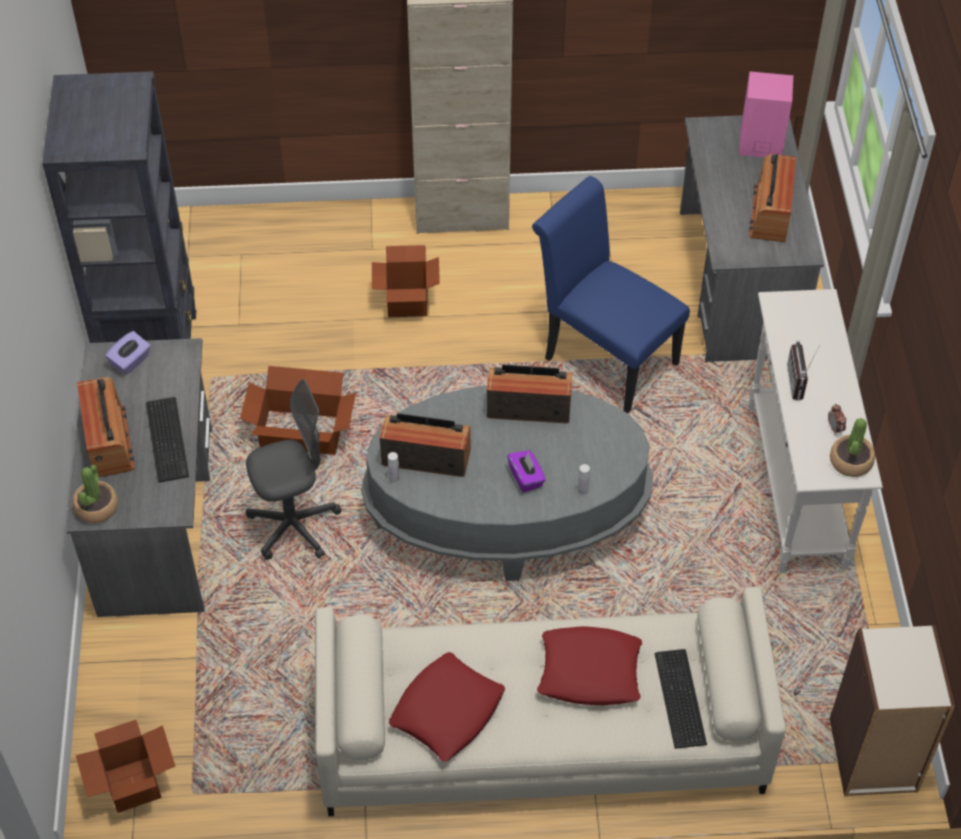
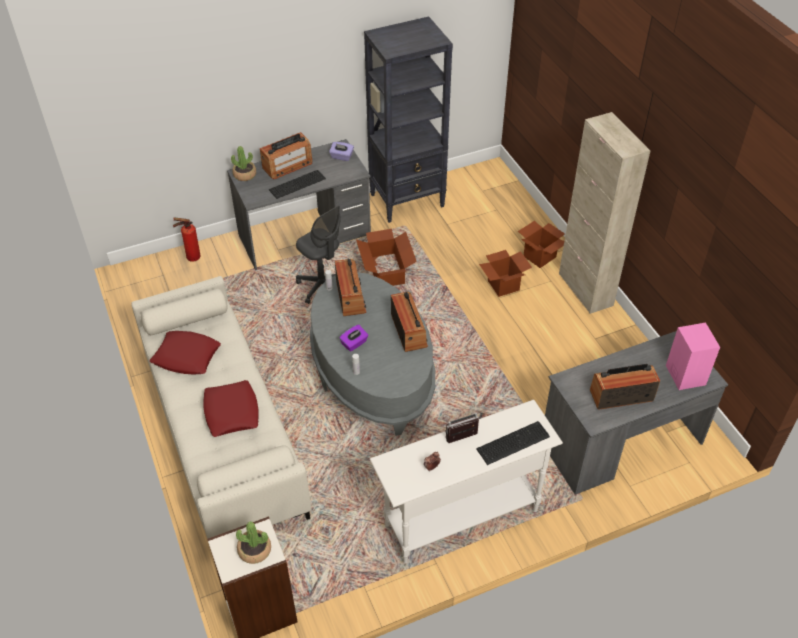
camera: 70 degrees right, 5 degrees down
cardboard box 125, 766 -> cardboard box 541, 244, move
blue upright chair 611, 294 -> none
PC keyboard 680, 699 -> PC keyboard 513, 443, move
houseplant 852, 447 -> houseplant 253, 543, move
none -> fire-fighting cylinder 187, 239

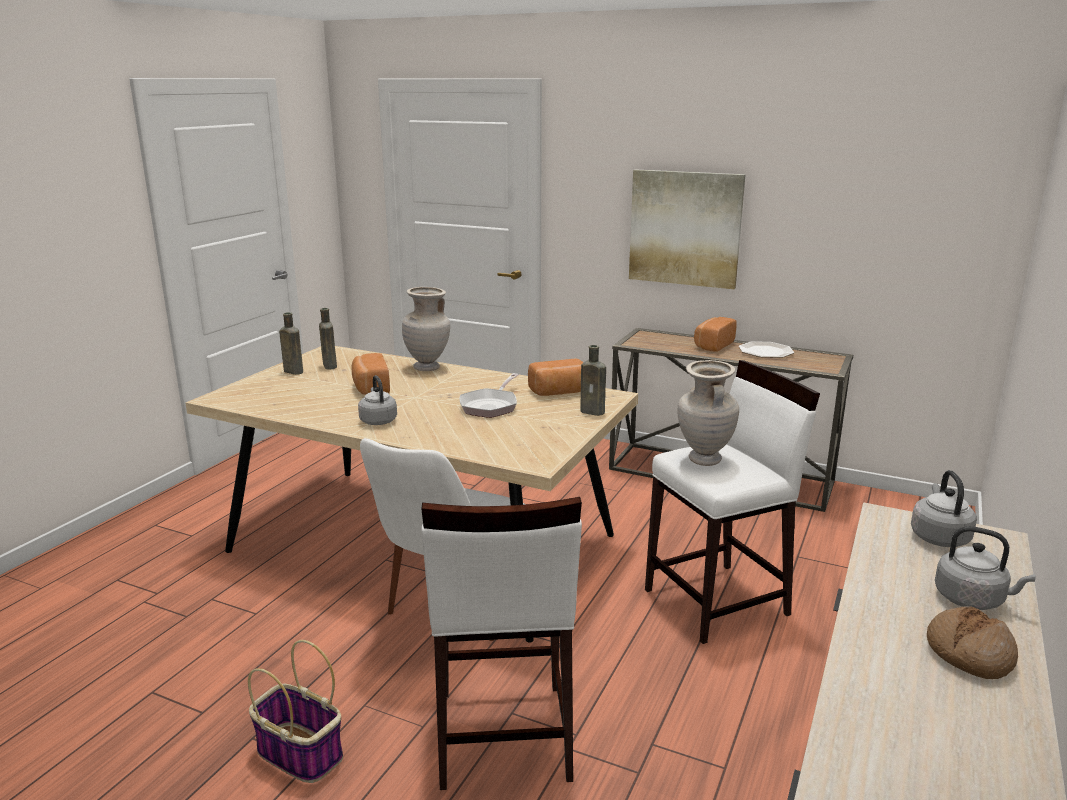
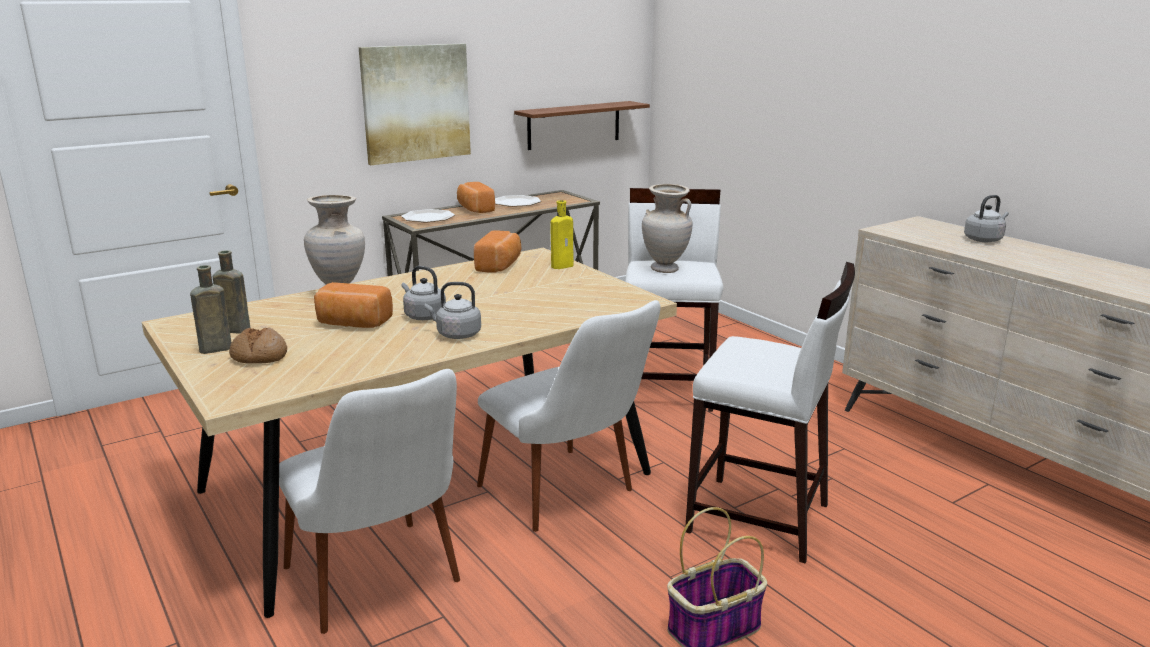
camera: 60 degrees left, 0 degrees up
skillet 489, 395 -> none
brown-coloured drink bottle 593, 380 -> yellow drink bottle 562, 234
gray tea kettle 944, 508 -> gray tea kettle 424, 293, move
bread 972, 642 -> bread 258, 346, move
none -> white-coloured upright chair 369, 501
none -> plate 428, 215
none -> brown-coloured wall shelf 582, 125

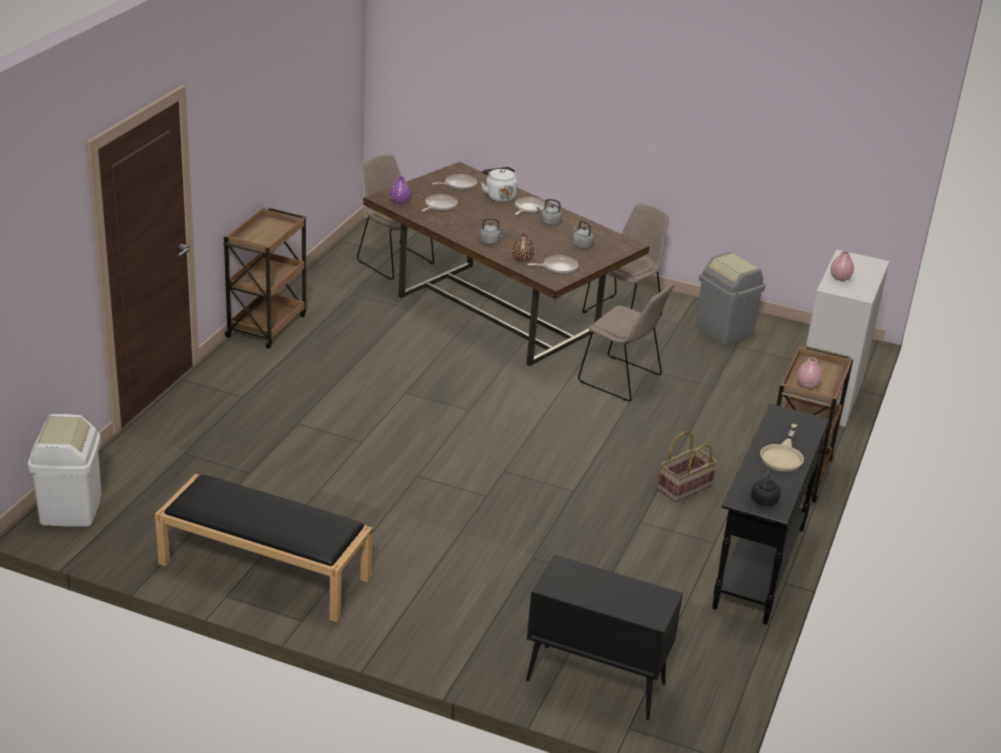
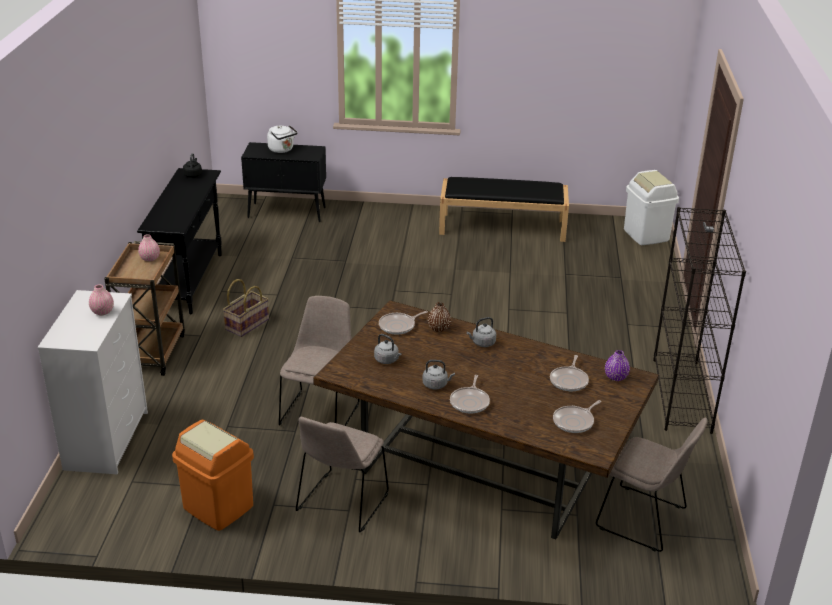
camera: 165 degrees right, 0 degrees up
brown-coloured trolley 264, 278 -> black-coloured shelving unit 699, 320
white-coloured tea kettle 499, 185 -> white-coloured tea kettle 282, 139, move
beige-coloured upright chair 626, 342 -> beige-coloured upright chair 319, 361, 90 degrees clockwise
gray trash can 730, 298 -> orange trash can 213, 475
beige-coloured skillet 782, 448 -> none

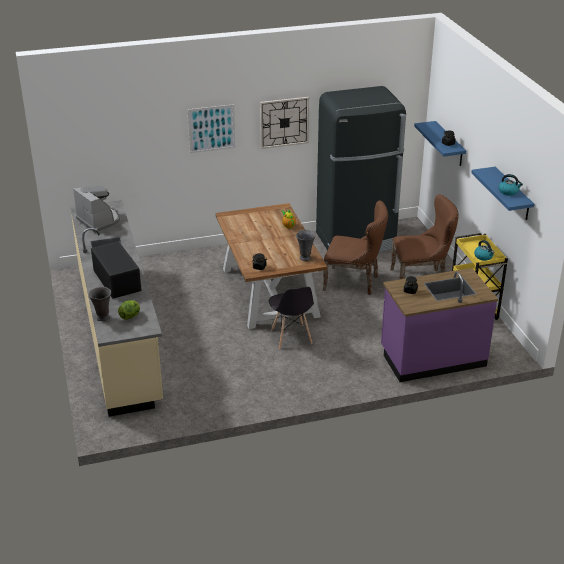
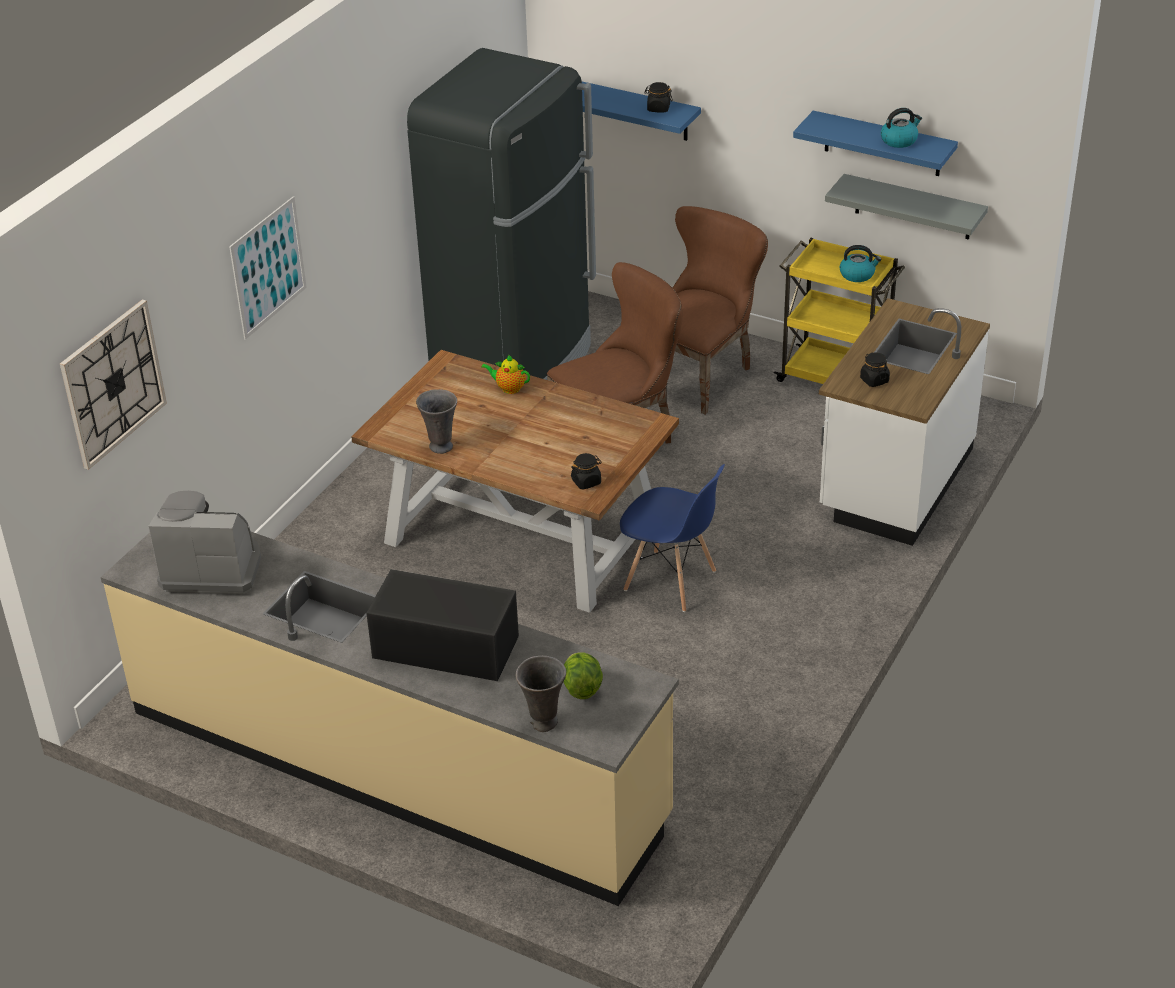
camera: 45 degrees left, 5 degrees up
clock on the wall 284, 123 -> clock on the wall 113, 384, move
gray upright chair 291, 318 -> blue upright chair 672, 538
gray flower vase 306, 245 -> gray flower vase 436, 421, move
purple kitchen counter 439, 325 -> white-coloured kitchen counter 904, 422
none -> gray wall shelf 906, 207

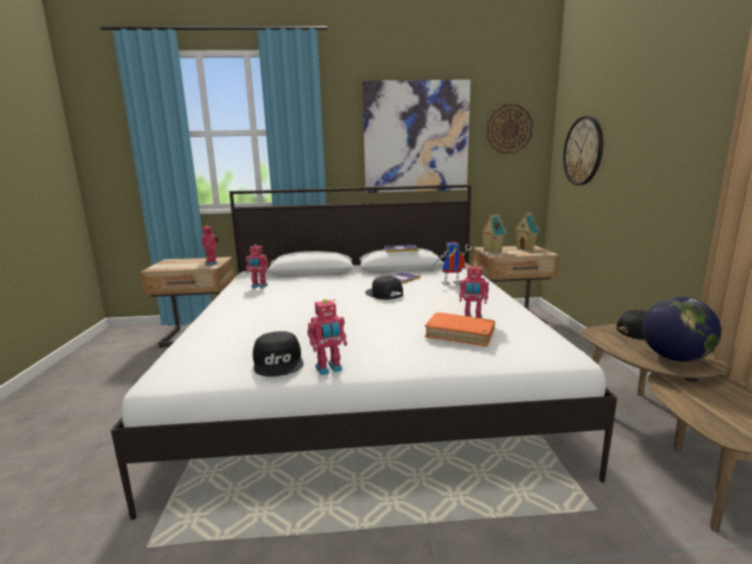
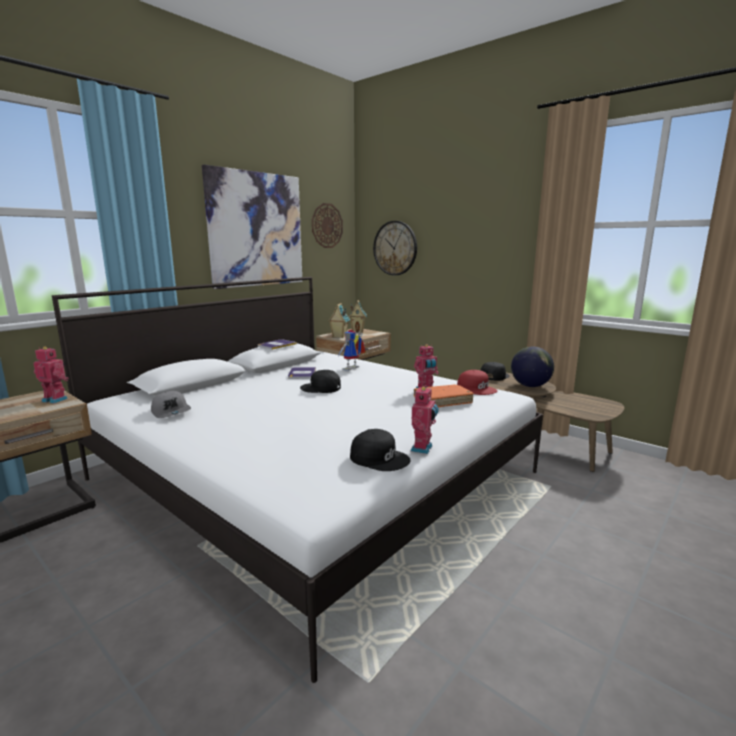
camera: 45 degrees left, 0 degrees up
toy robot 257, 266 -> gray peaked cap 171, 404
none -> red-coloured peaked cap 477, 382

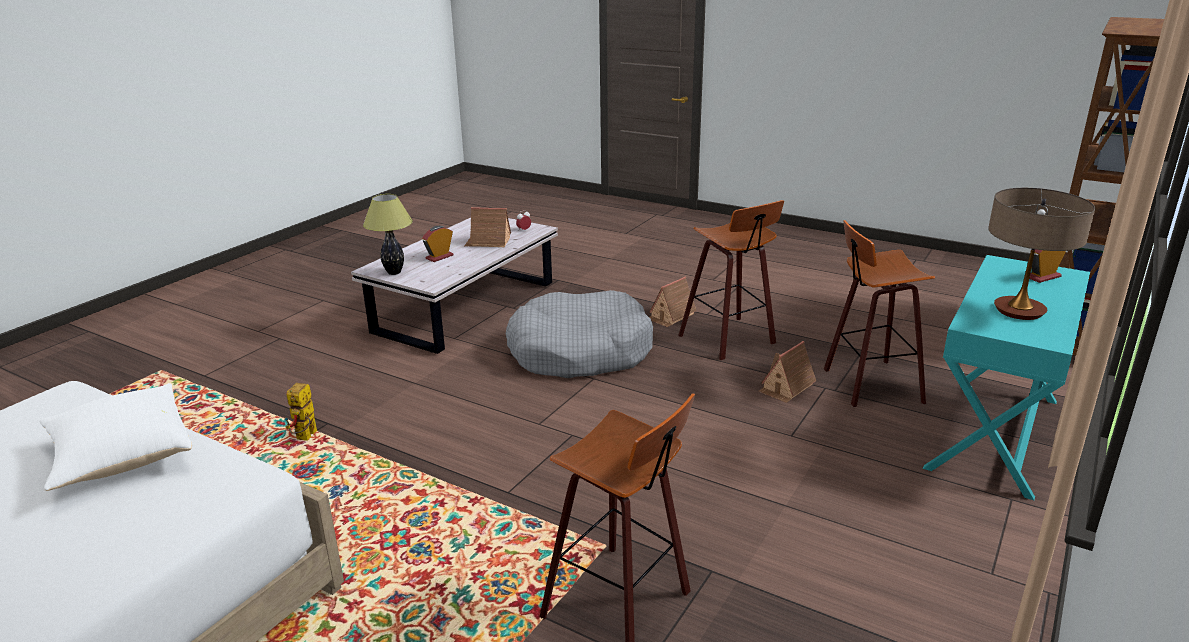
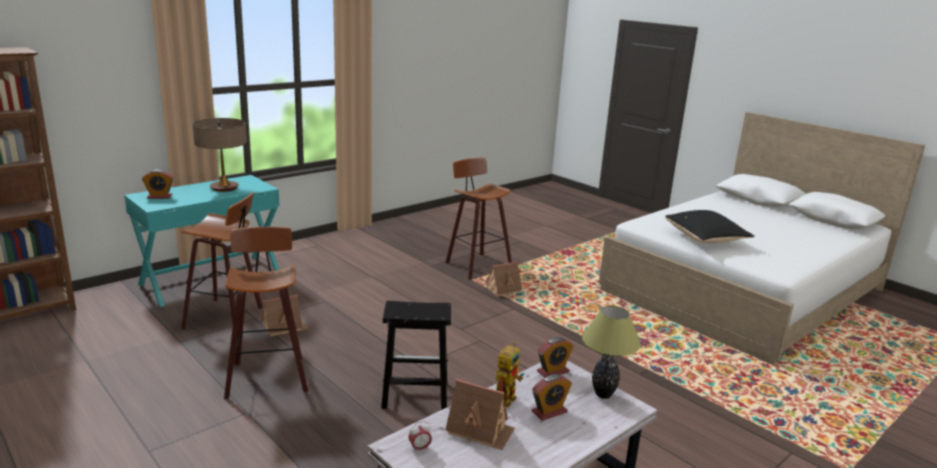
camera: 165 degrees left, 5 degrees down
white-coloured cushion 115, 437 -> black-coloured cushion 710, 226
toy robot 301, 412 -> toy robot 510, 375, move
gray pet bed 579, 334 -> black-coloured stool 416, 355
model house 673, 302 -> model house 503, 279, move
none -> bedside clock 555, 357

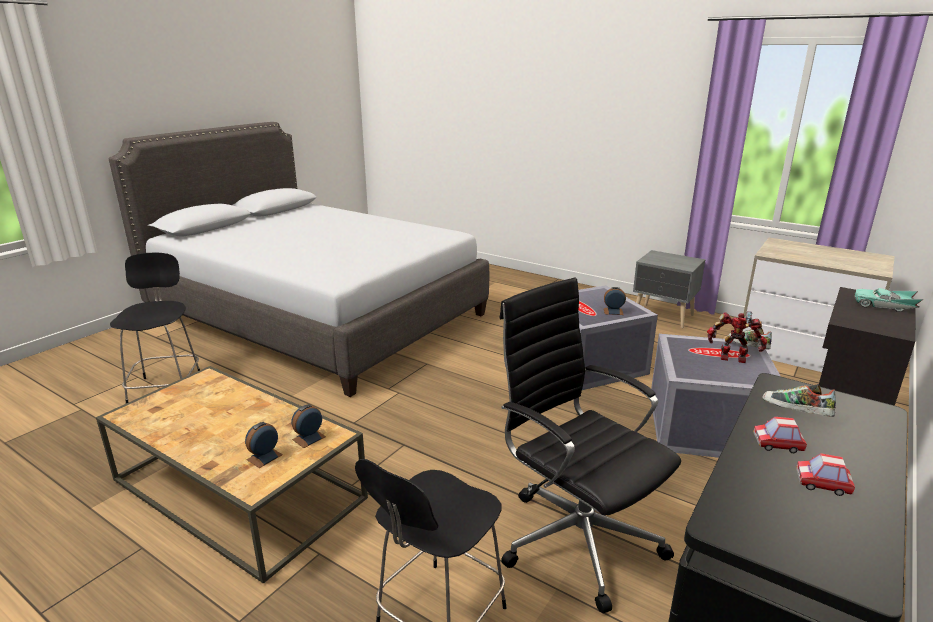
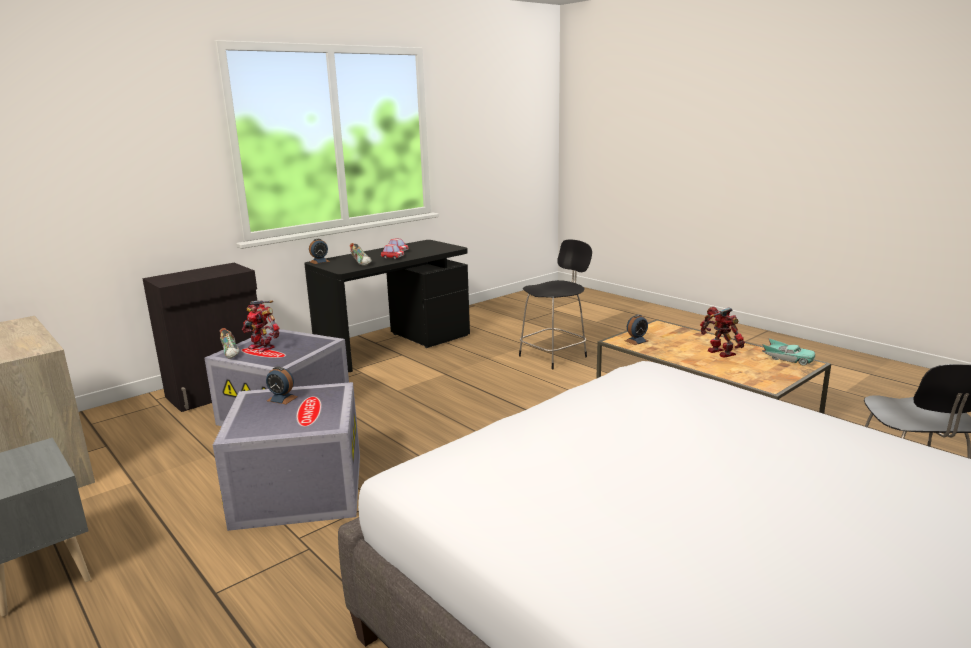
camera: 165 degrees left, 5 degrees down
bedside clock 264, 445 -> bedside clock 319, 251, move
black-coloured computer chair 590, 446 -> none
blue-green miniature car 889, 300 -> blue-green miniature car 788, 352, move
none -> toy robot 722, 332

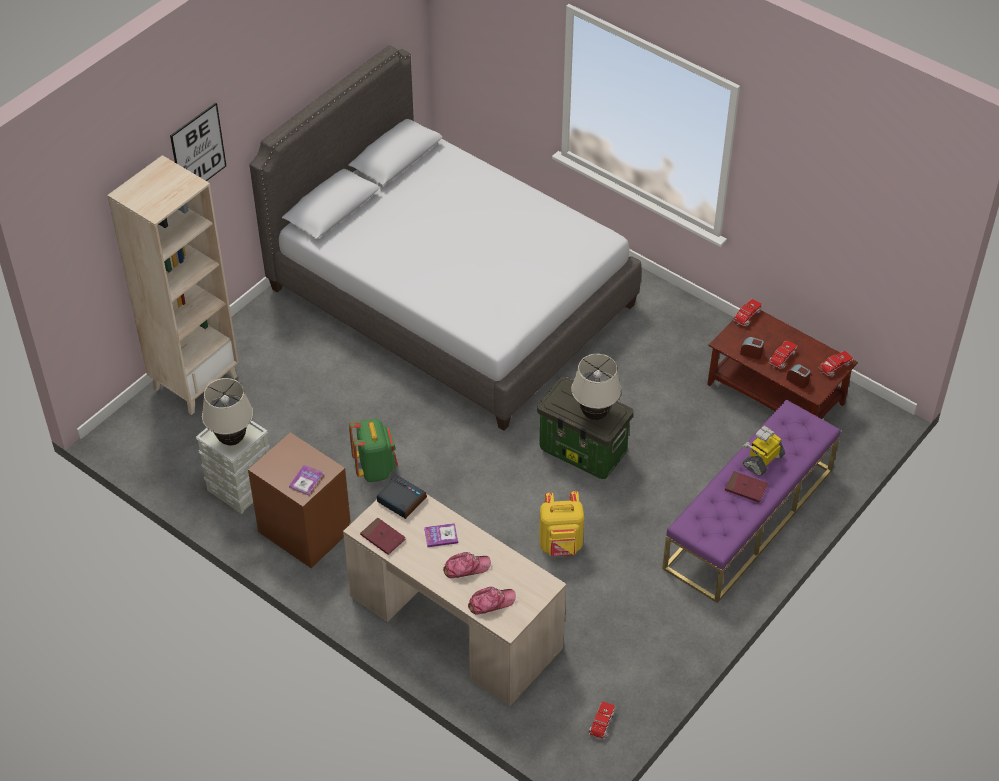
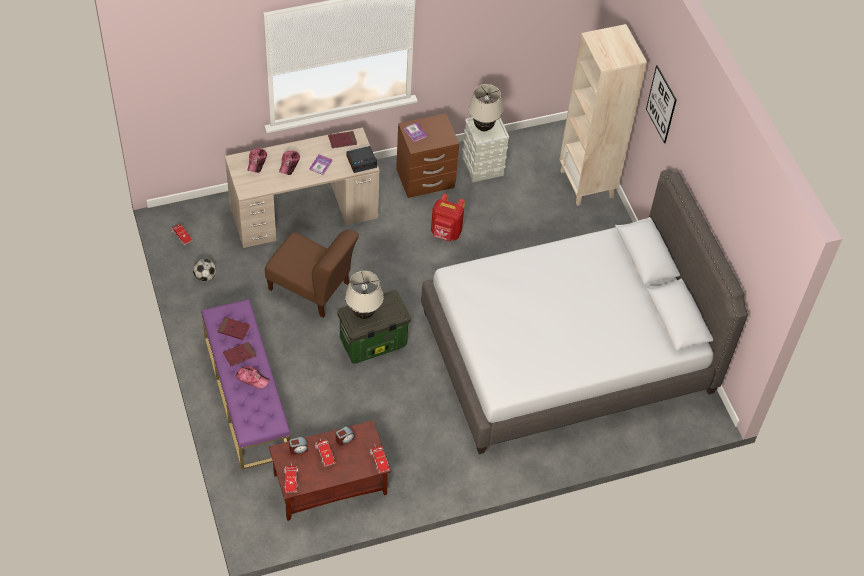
camera: 120 degrees right, 5 degrees up
green backpack 373, 450 -> red-coloured backpack 448, 217
yellow backpack 561, 523 -> brown-coloured upright chair 312, 274
toy robot 764, 451 -> peaked cap 252, 377
none -> football 204, 270
none -> red-coloured book 233, 328

